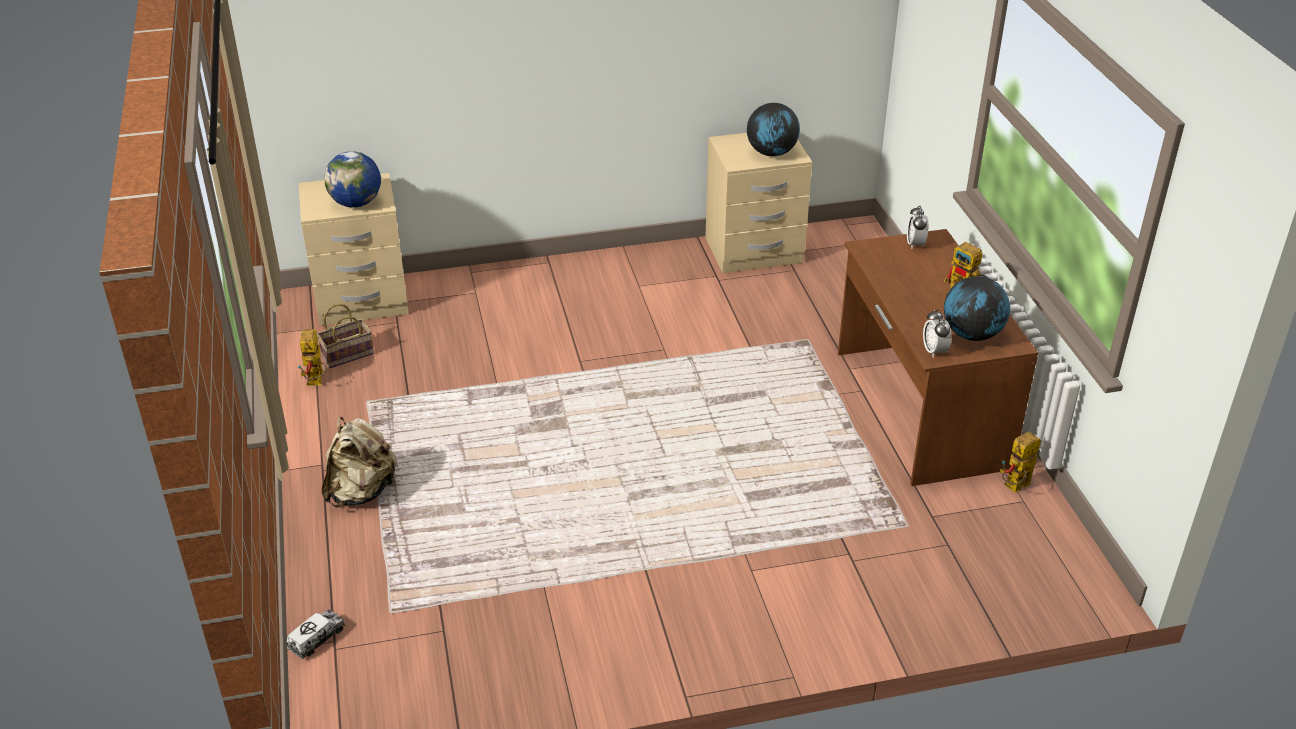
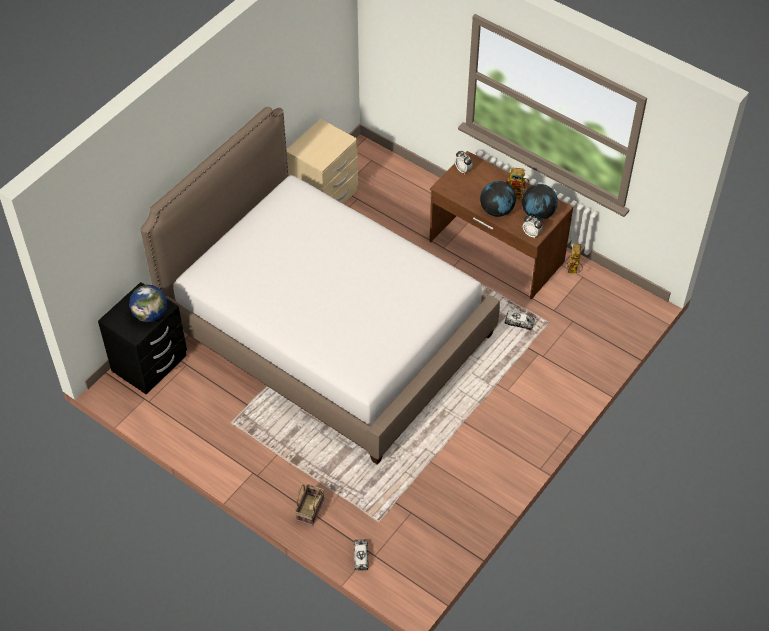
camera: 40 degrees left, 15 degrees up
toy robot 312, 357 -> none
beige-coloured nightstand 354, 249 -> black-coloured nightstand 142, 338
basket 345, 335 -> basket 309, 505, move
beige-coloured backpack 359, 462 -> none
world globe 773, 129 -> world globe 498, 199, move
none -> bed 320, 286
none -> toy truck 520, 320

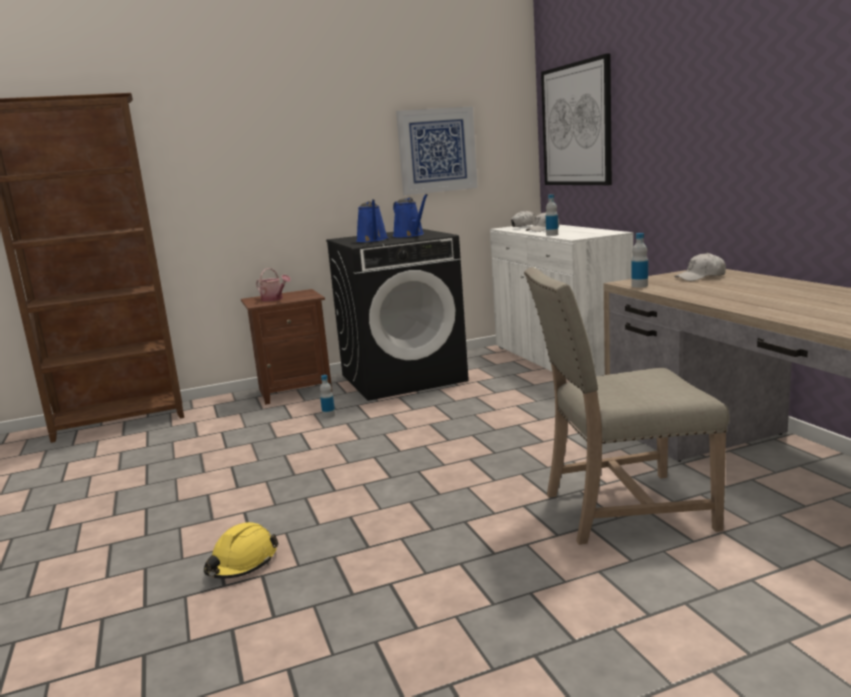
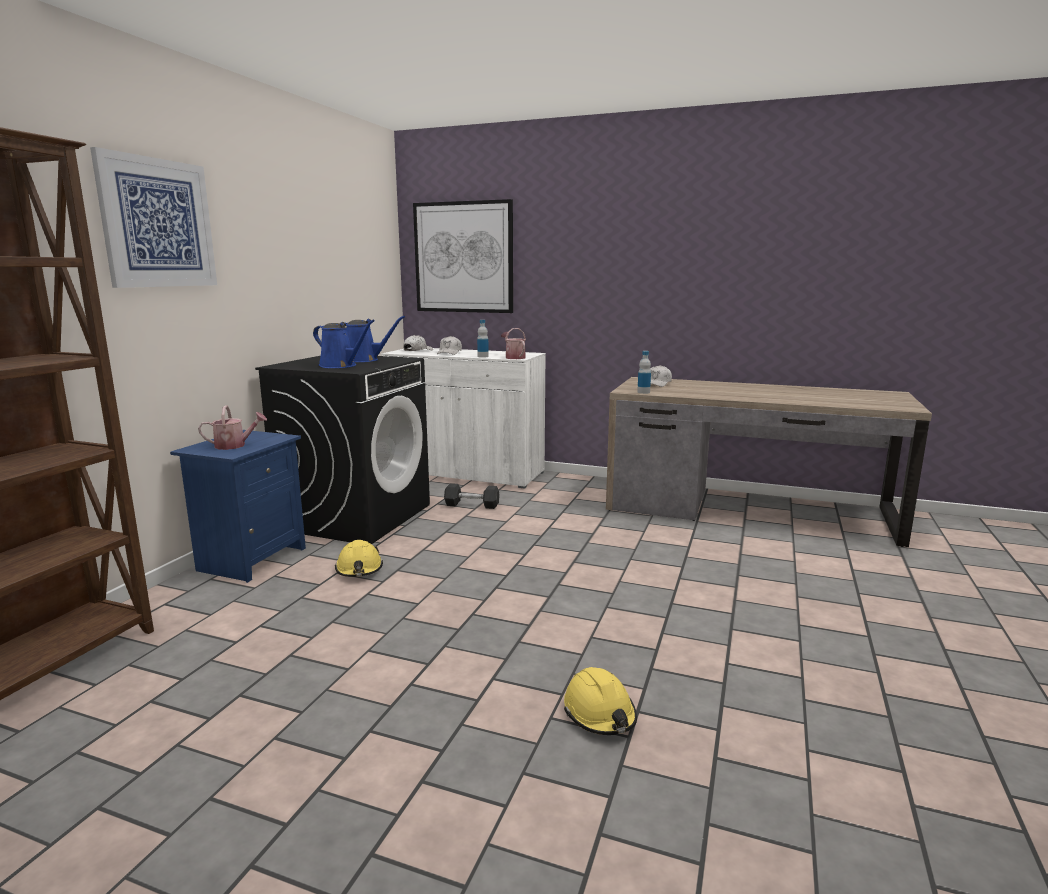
camera: 50 degrees left, 0 degrees up
brown-coloured nightstand 286, 347 -> blue nightstand 238, 506
drink bottle 327, 396 -> yellow safety helmet 359, 558
picture 437, 150 -> picture 153, 217, move
beige-coloured upright chair 627, 406 -> none
none -> gray dumbbell 472, 496
none -> watering can 513, 343

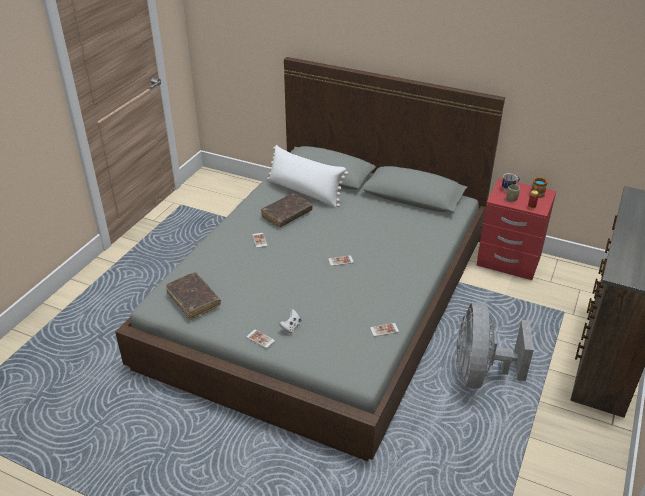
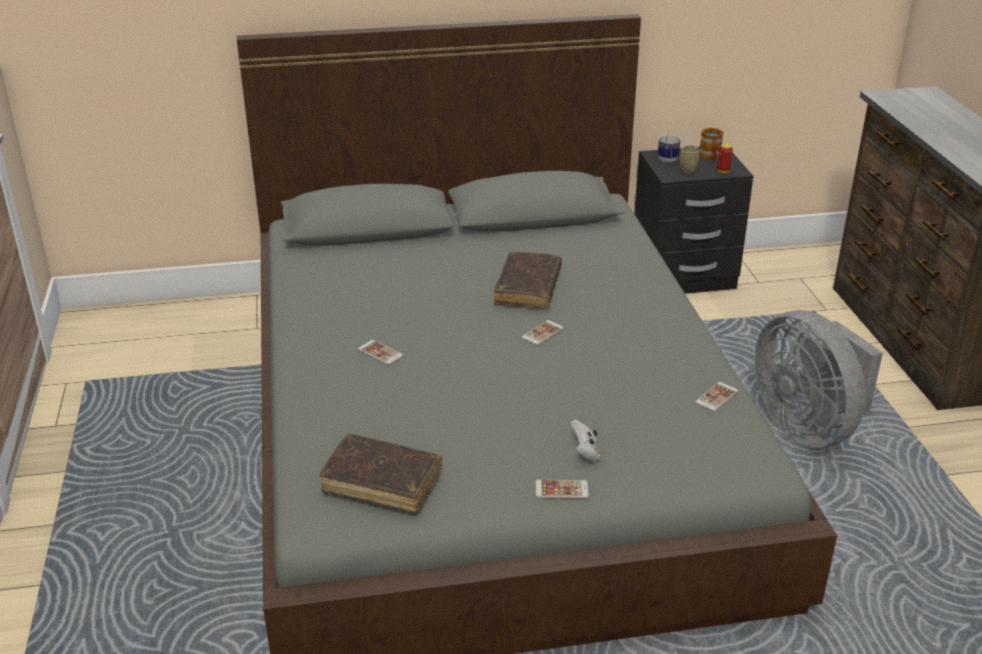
camera: 35 degrees left, 5 degrees down
brown-coloured book 287, 210 -> brown-coloured book 528, 280, move
white-coloured cushion 307, 176 -> none
red-coloured nightstand 516, 229 -> black-coloured nightstand 693, 220

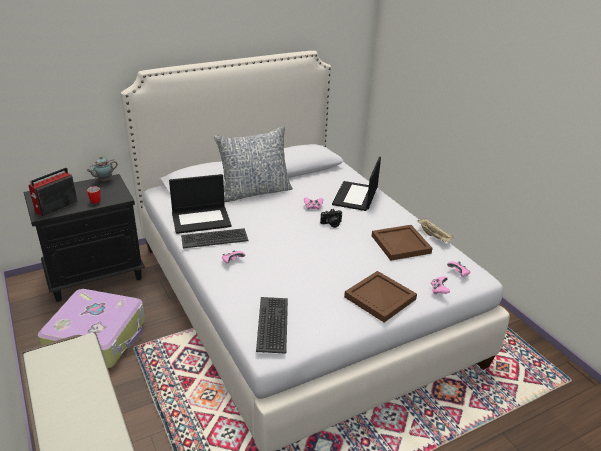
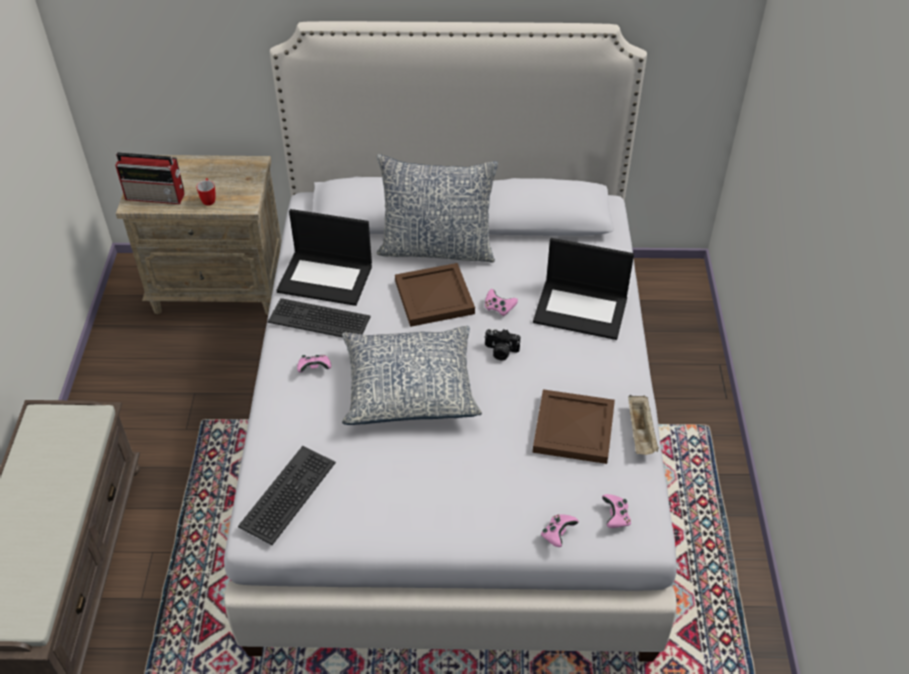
camera: 30 degrees right, 15 degrees up
black-coloured nightstand 84, 238 -> beige-coloured nightstand 199, 235
radio set 53, 191 -> radio set 149, 178, 150 degrees counterclockwise
travel case 91, 328 -> none
tea pot 102, 168 -> none
laptop 356, 184 -> laptop 583, 289, 120 degrees counterclockwise
brown-coloured carrying tray 380, 296 -> brown-coloured carrying tray 435, 295, move
none -> cushion 412, 375

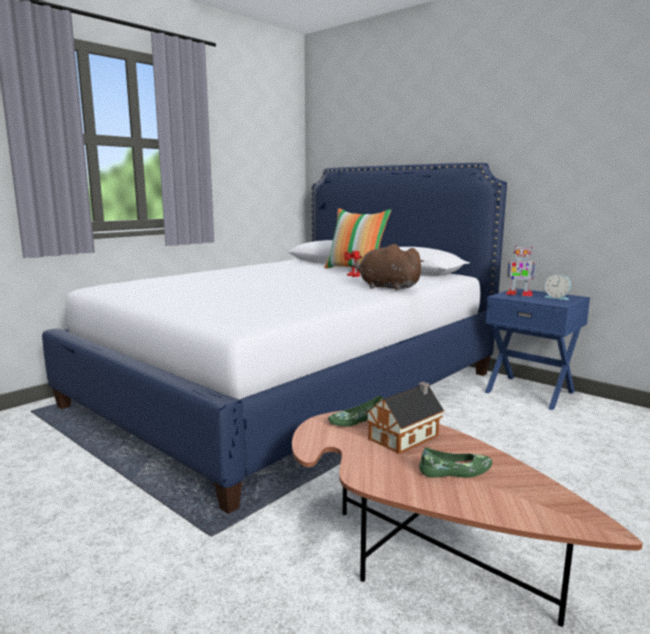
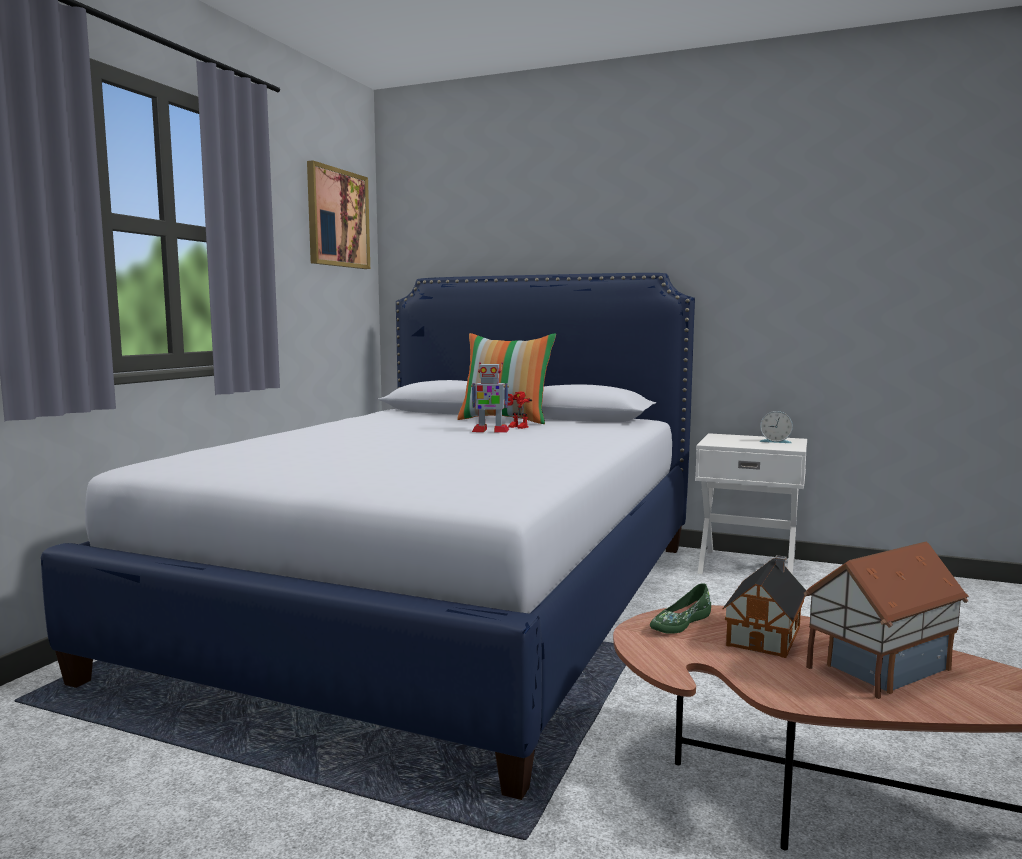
camera: 20 degrees left, 5 degrees down
brown-coloured cuddly toy 390, 267 -> none
green item of footwear 455, 462 -> model house 886, 620
blue nightstand 537, 349 -> white-coloured nightstand 751, 504
toy robot 521, 271 -> toy robot 490, 397, move
none -> picture 338, 214

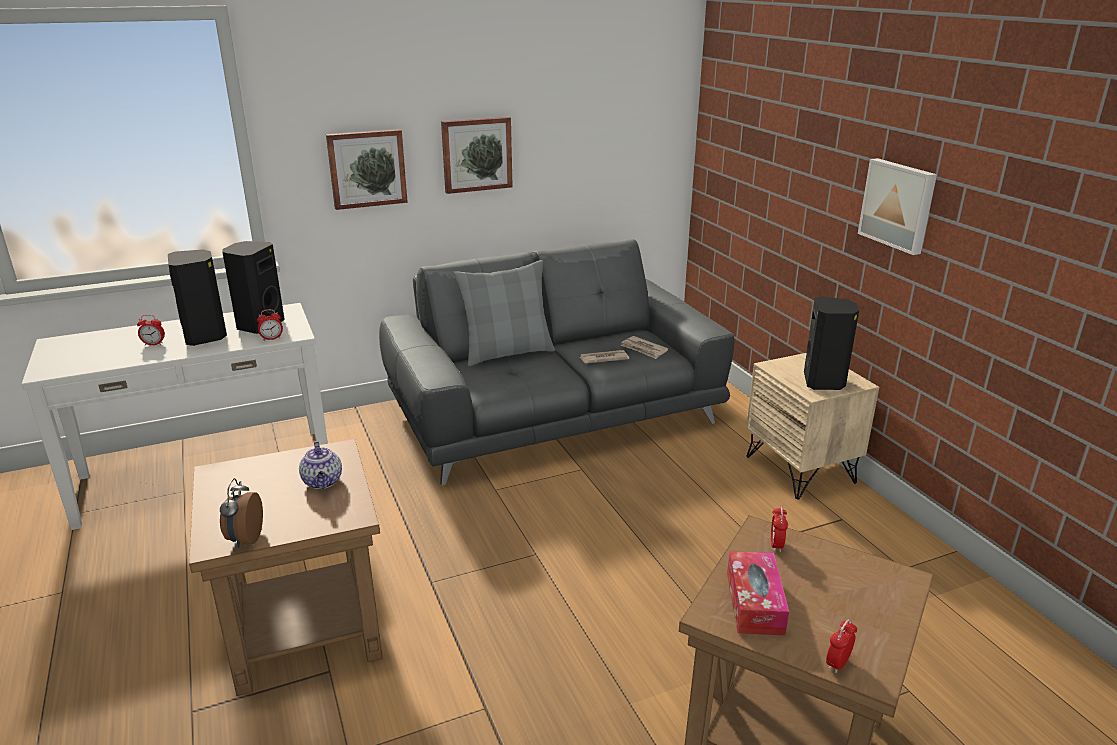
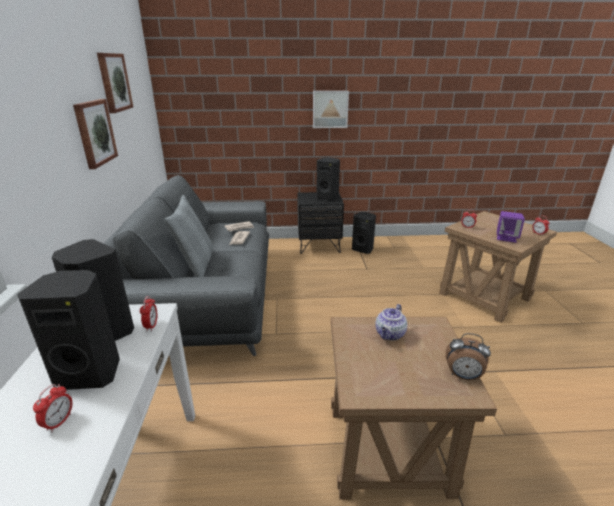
camera: 70 degrees left, 0 degrees up
tea pot 320, 465 -> tea pot 391, 322, 120 degrees clockwise
picture 367, 169 -> picture 115, 83, move
tissue holder 758, 593 -> purple loudspeaker 511, 227
beige-coloured nightstand 812, 426 -> black-coloured nightstand 320, 223
none -> black-coloured loudspeaker 364, 233

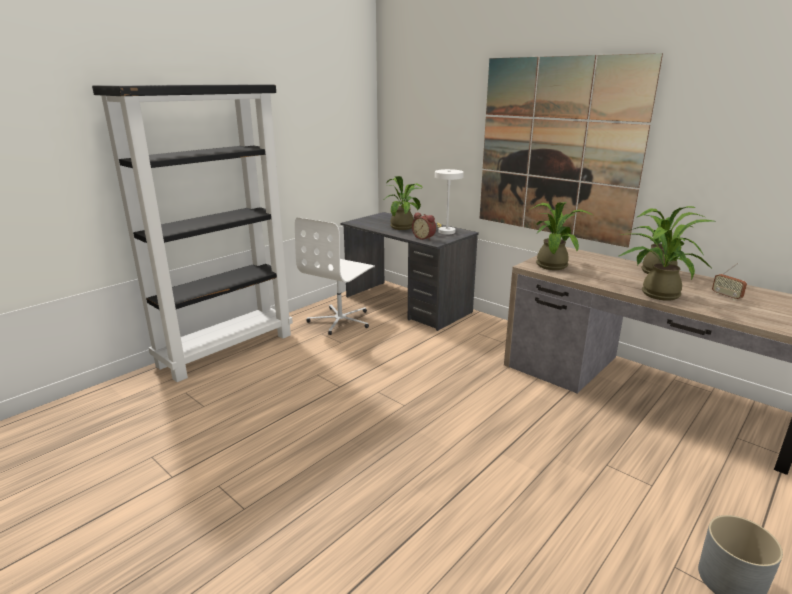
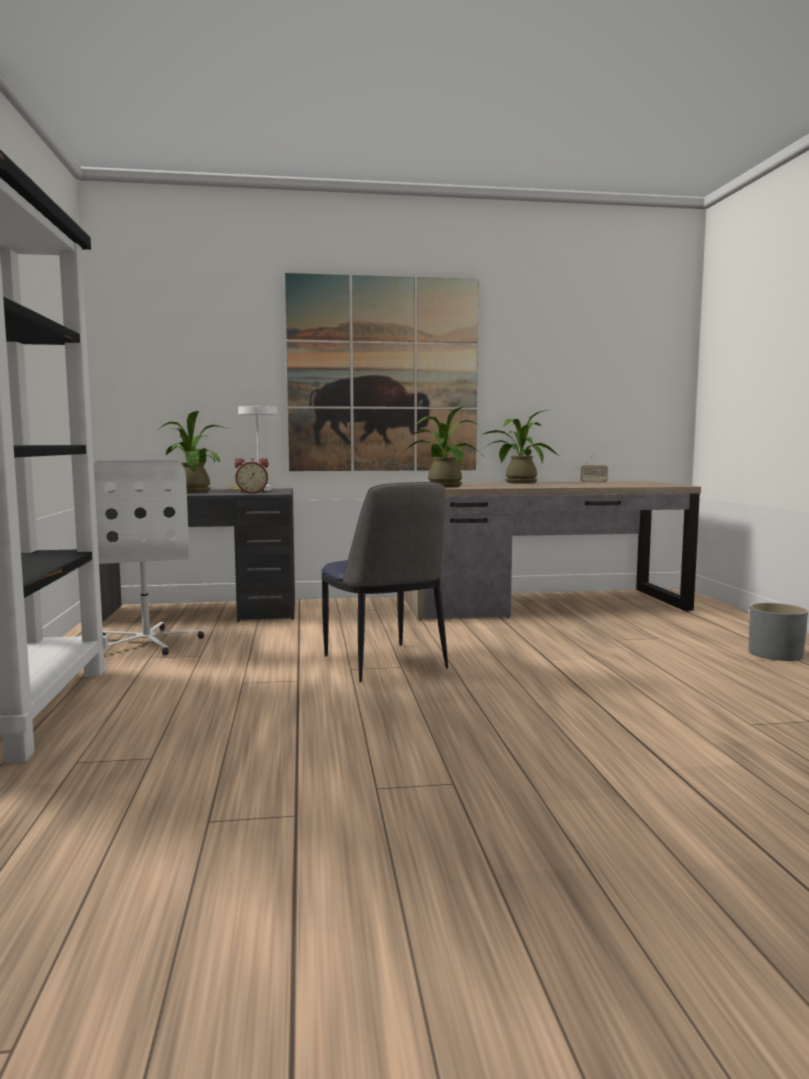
camera: 50 degrees left, 15 degrees down
houseplant 666, 260 -> none
none -> upright chair 384, 582

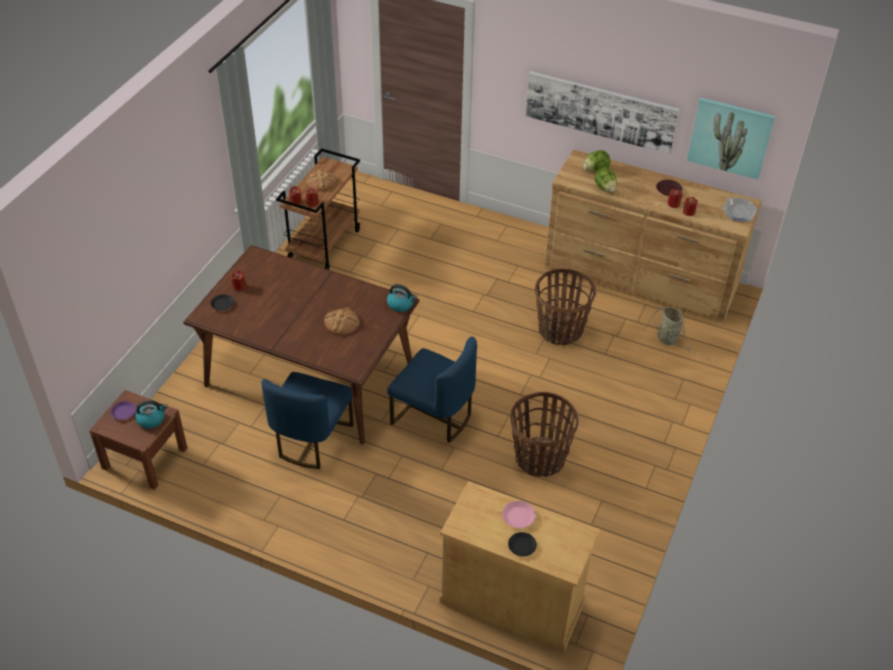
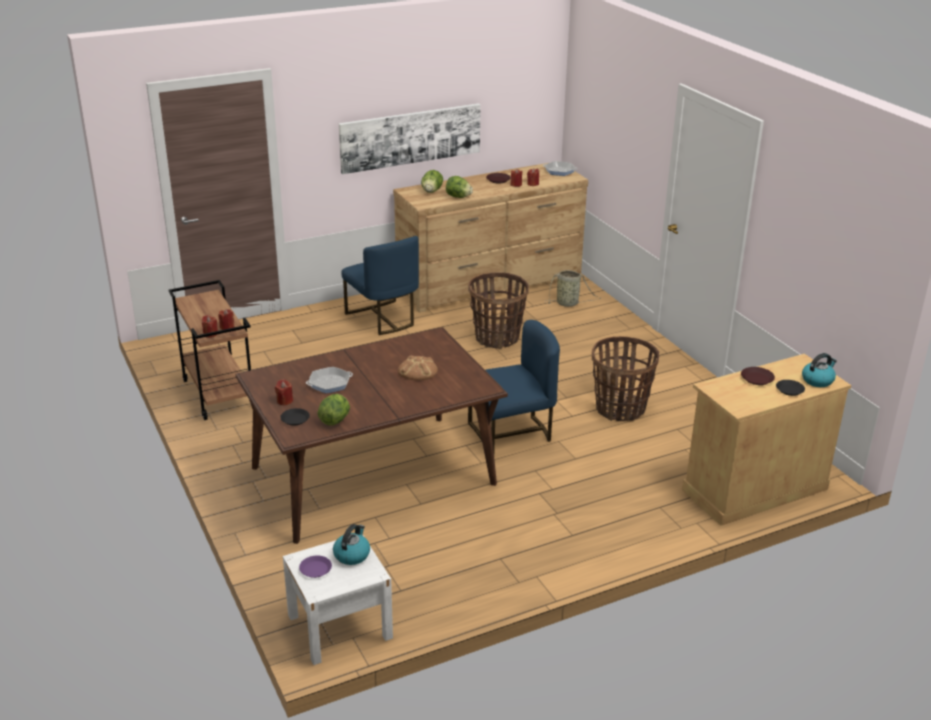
camera: 50 degrees left, 15 degrees down
brown-coloured nightstand 138, 440 -> white-coloured nightstand 338, 600
blue upright chair 307, 420 -> blue upright chair 380, 285, move
bread 321, 180 -> none
tea kettle 402, 298 -> tea kettle 819, 370, move
pink plate 519, 514 -> brown-coloured plate 758, 376
picture 731, 138 -> none
none -> skillet 329, 380
none -> lettuce head 333, 410

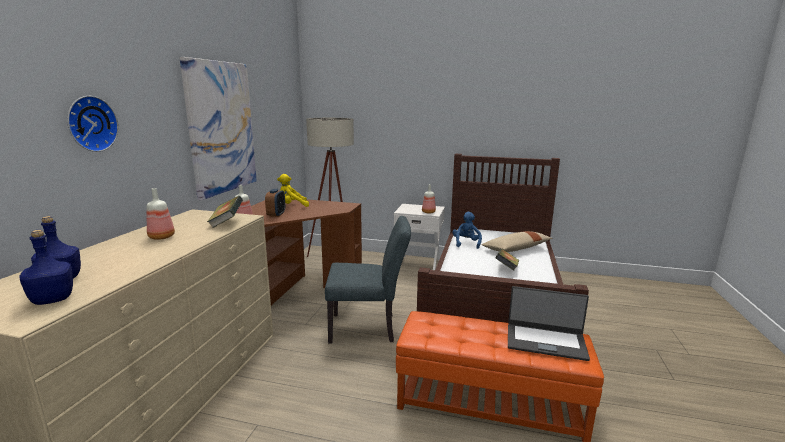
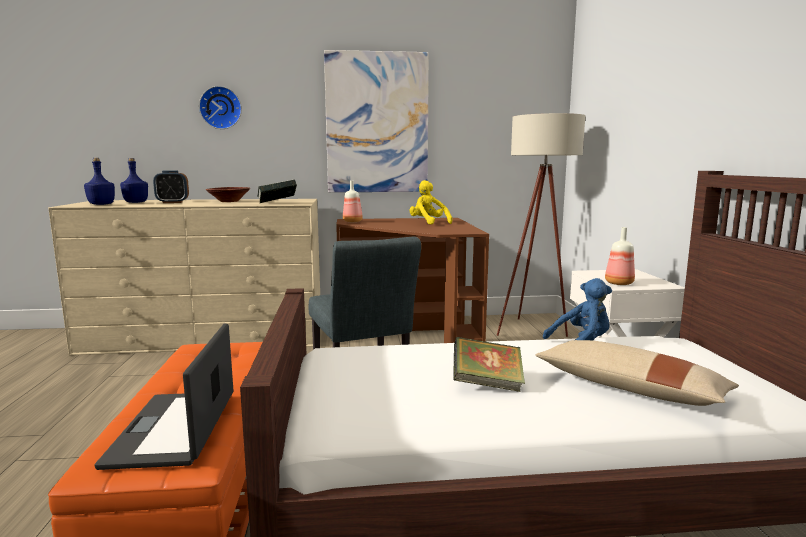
camera: 70 degrees right, 5 degrees down
drink bottle 160, 214 -> brown-coloured deep dish 227, 194
bedside clock 275, 203 -> bedside clock 171, 186, move

